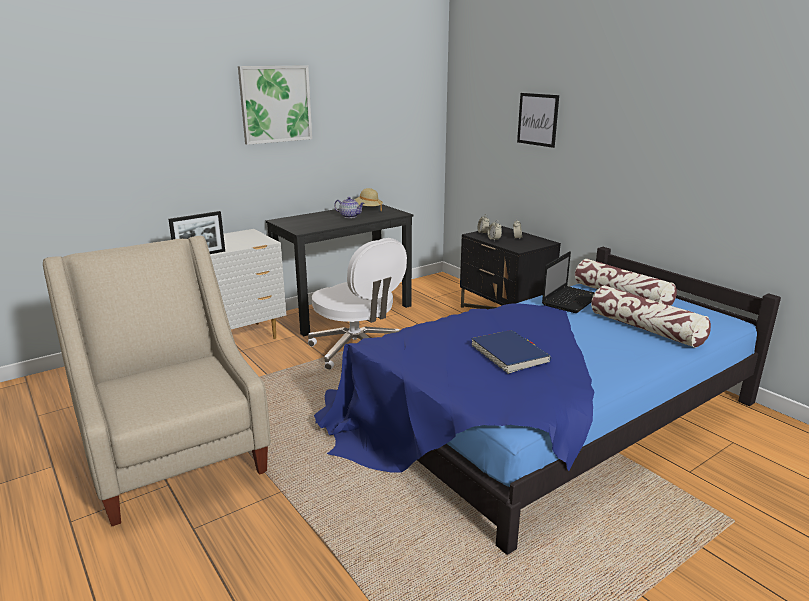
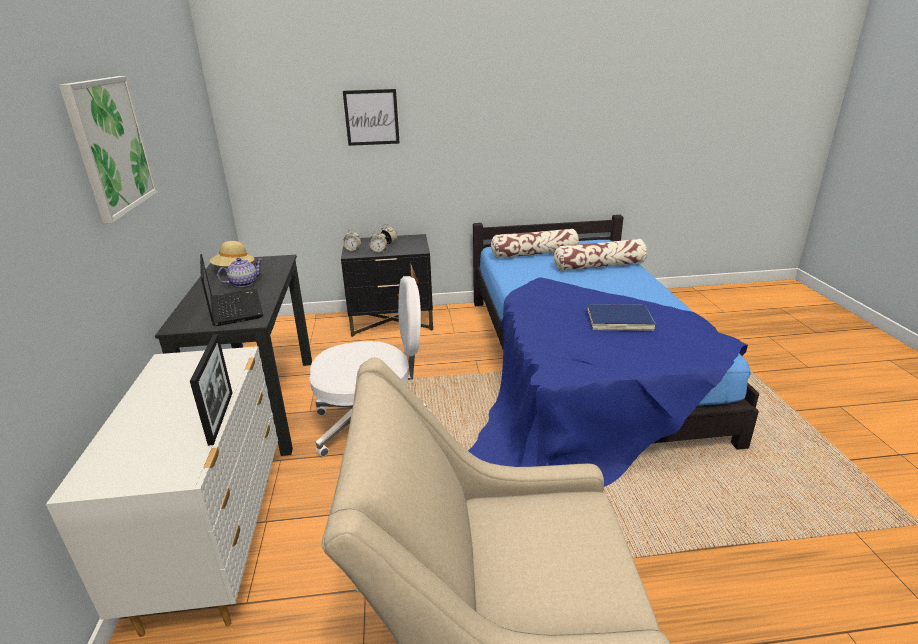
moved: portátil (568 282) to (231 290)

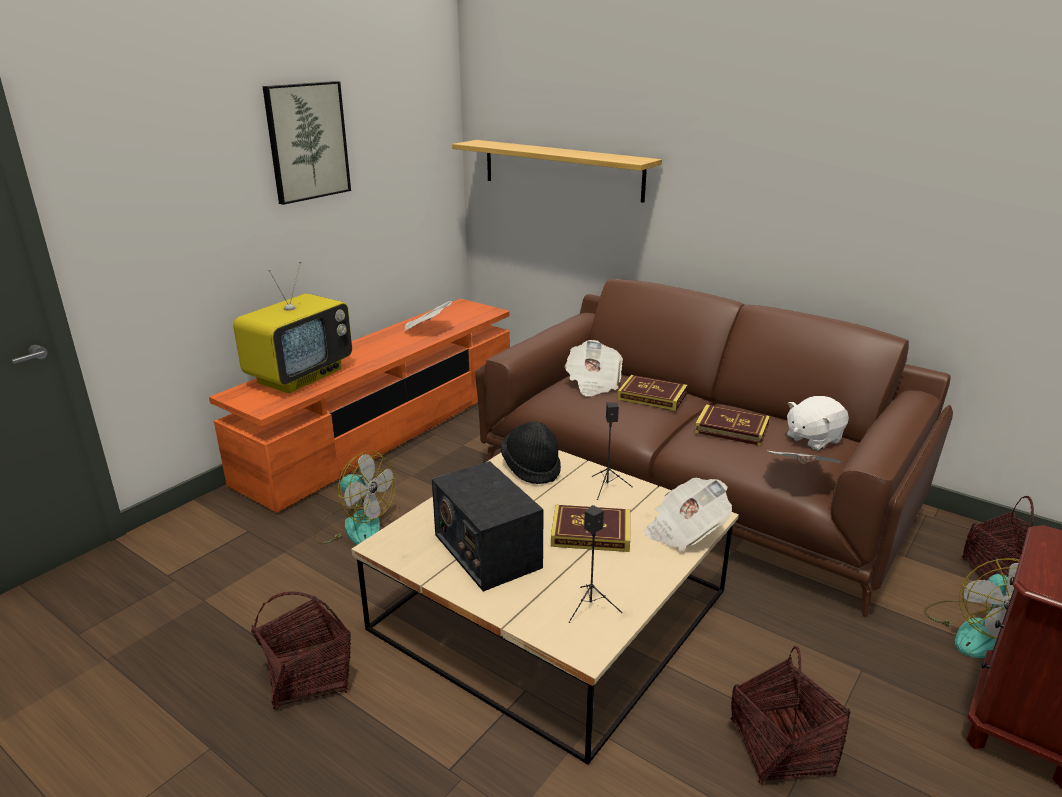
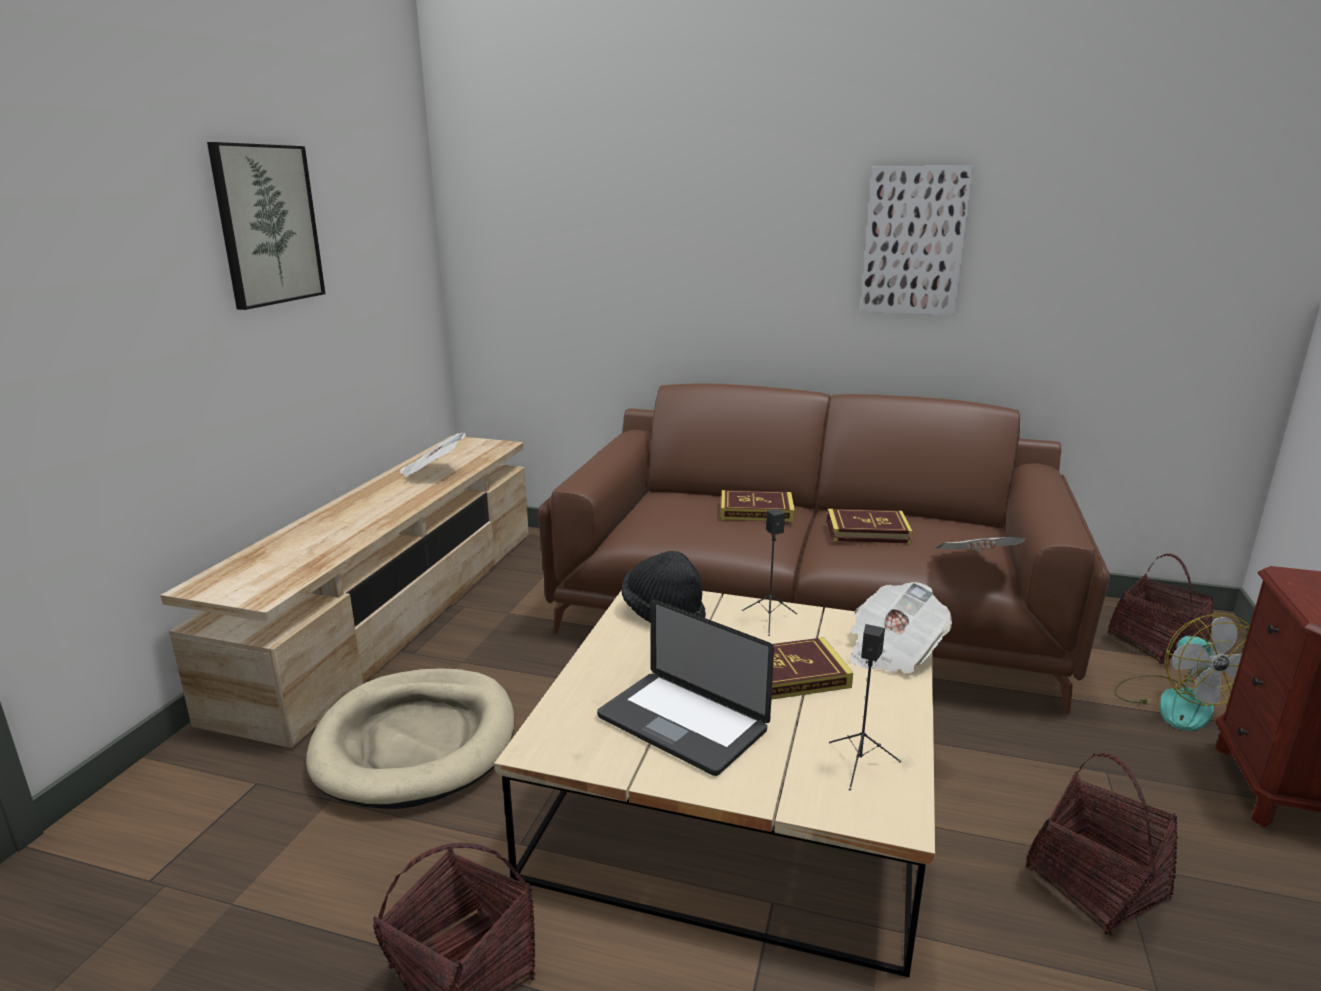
removed: televisor (292 327); estante (557 171); periódico (594 368); peluche (blanco) (818 423)
added: cuadro (917 241)
replaced: ventilador (354 498) to cama para perro (beis) (410 738); radio (488 526) to portátil (685 687)
recoloured: mueble de televisión (naranja) (359 405) to mueble de televisión (beis) (344 592)

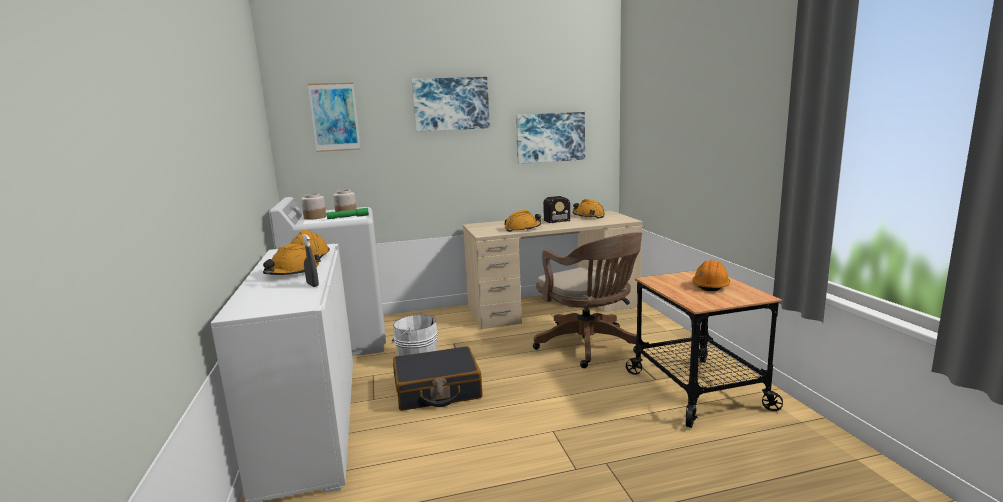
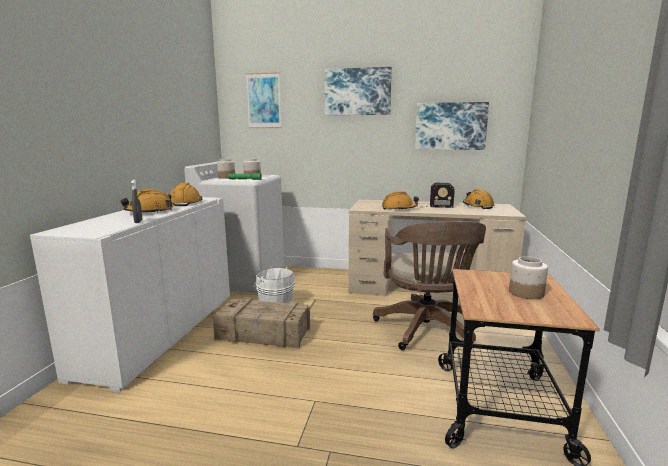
replaced: maleta (negro) (438 378) to caja de embalaje (261 323); casco (naranja) (711 275) to tarro (528 277)

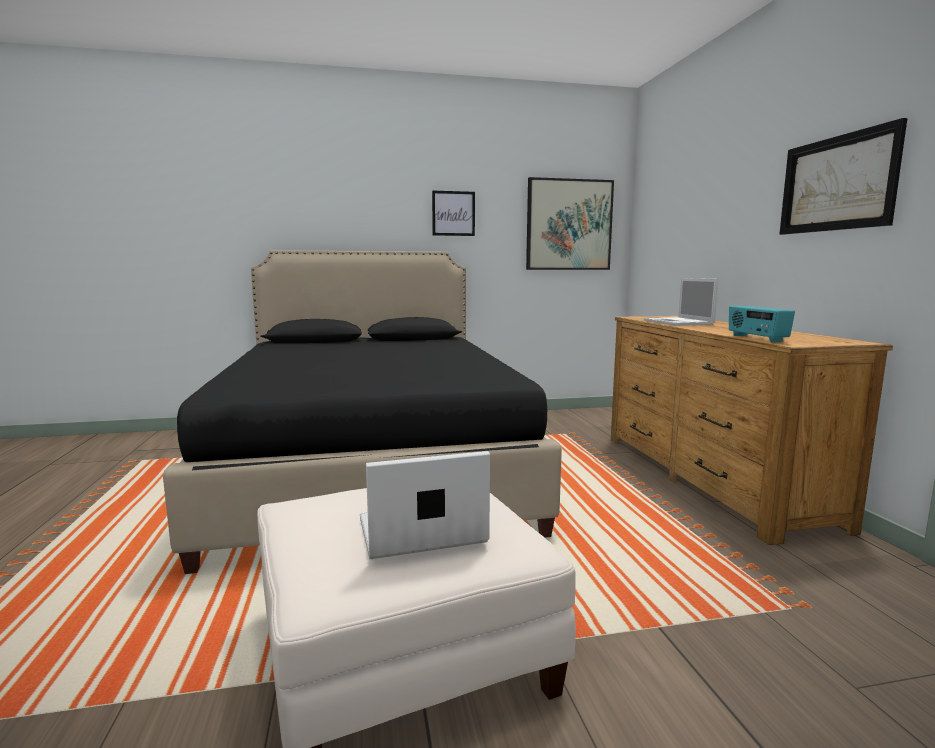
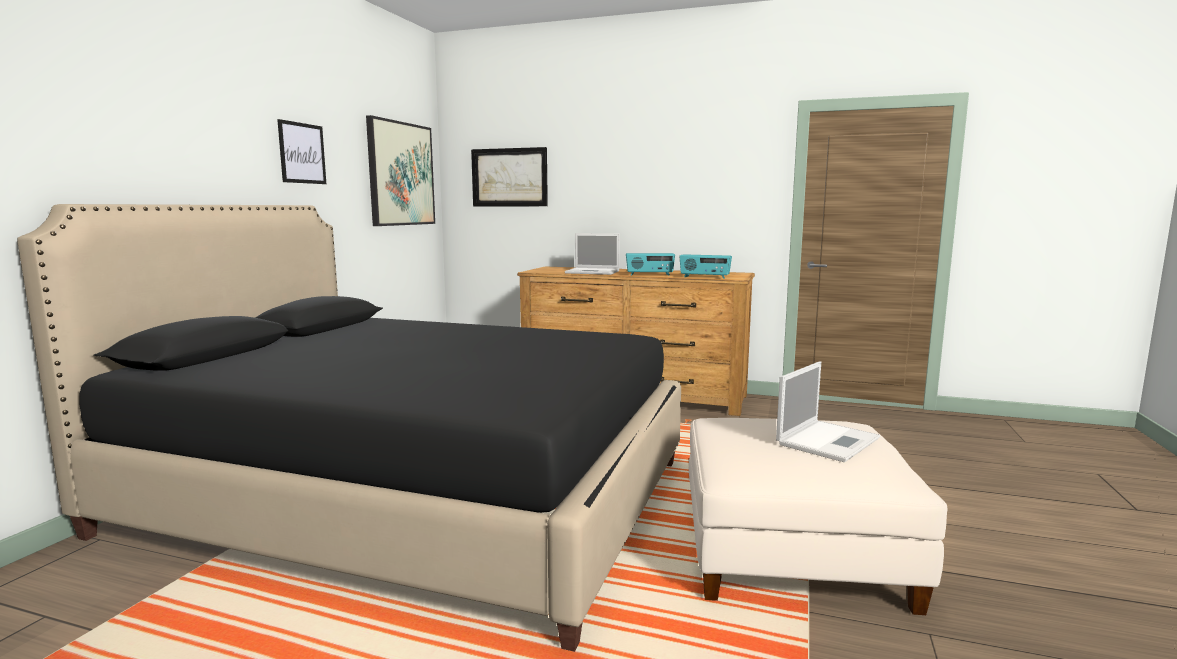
added: radio (650 264)
moved: cuadro (843 176) to (509 176)
turned: portátil (425 505) = (828 411) 150 degrees counterclockwise

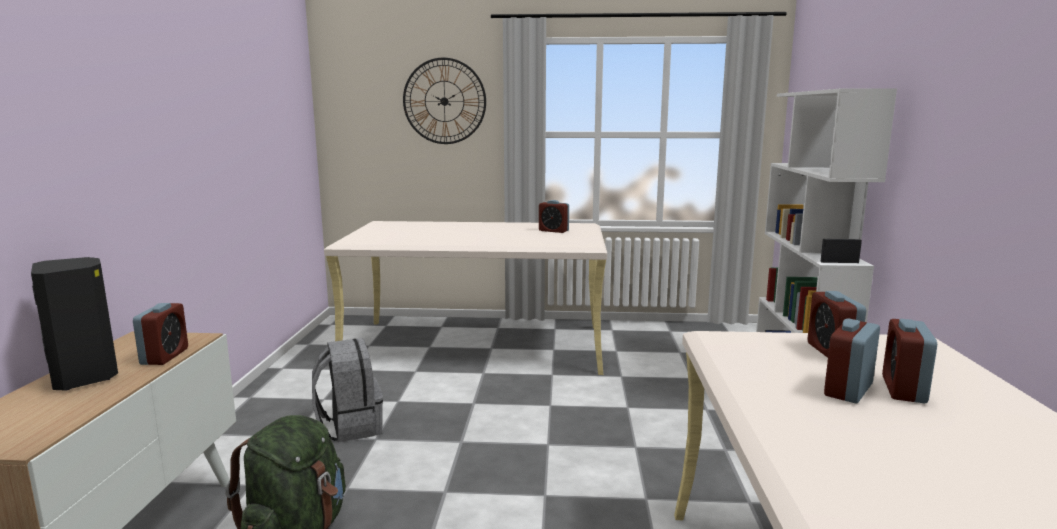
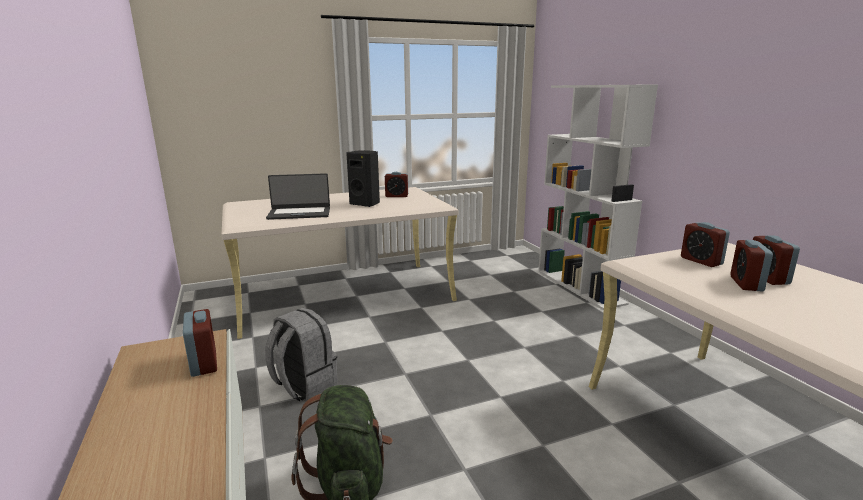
removed: reloj de pared (444 101)
added: portátil (298 196)
moved: altavoz (negro) (74 324) to (363 178)

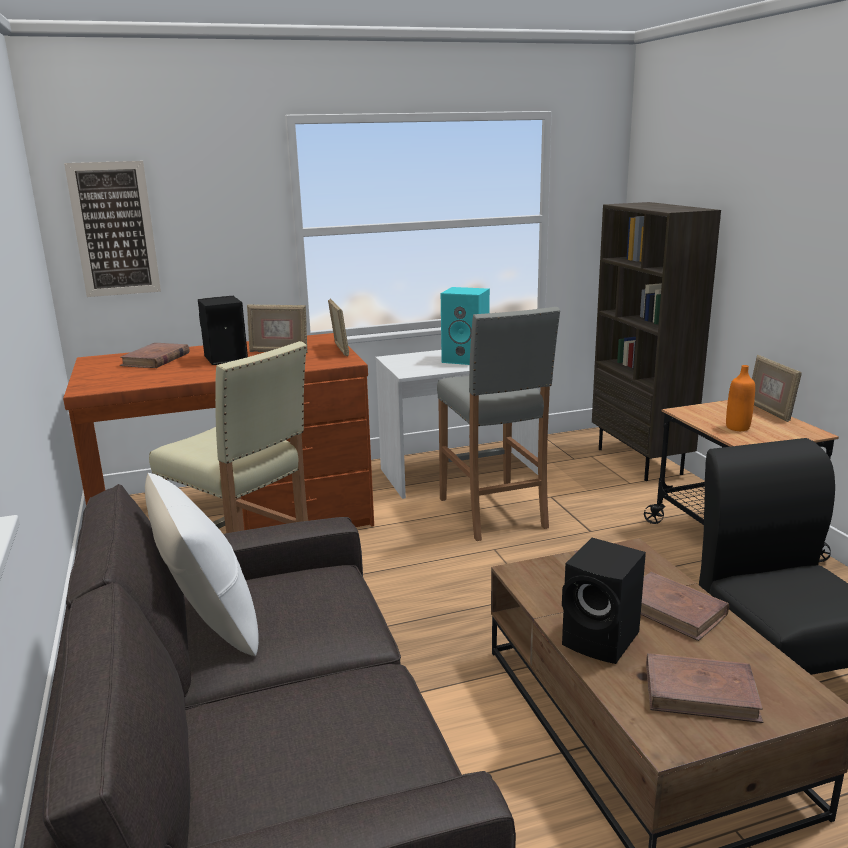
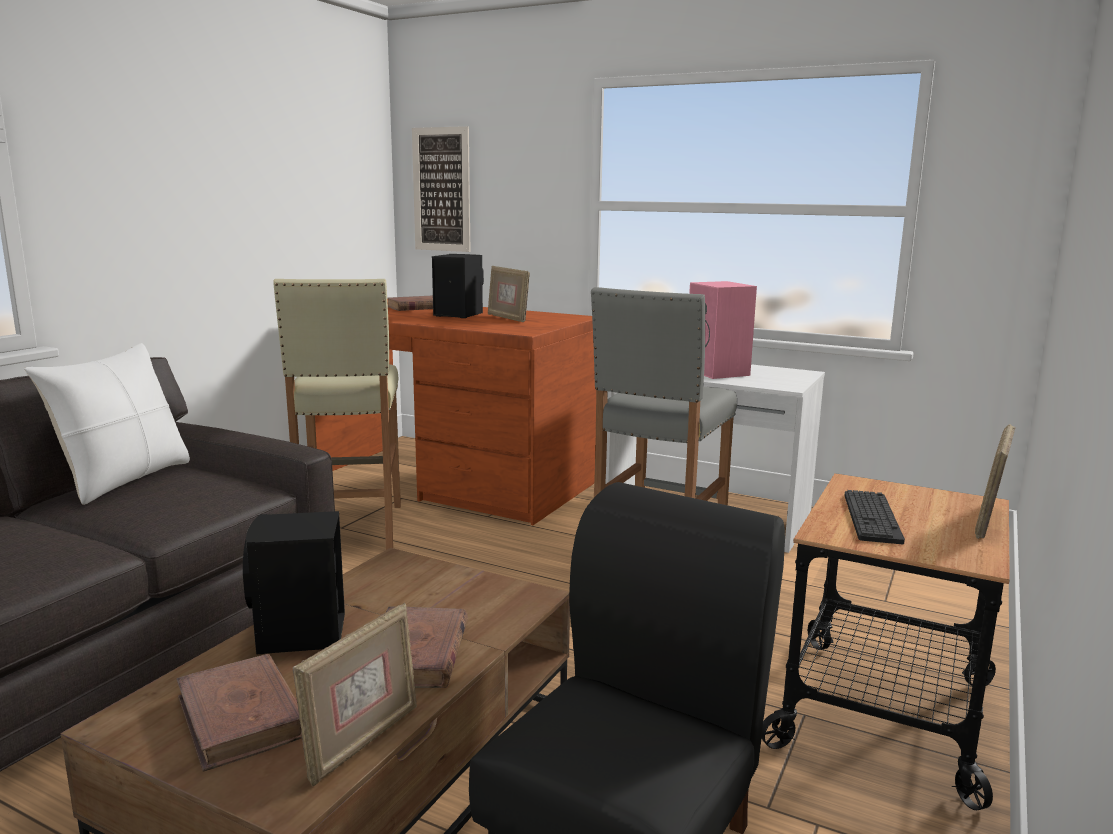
removed: estantería (marrón) (656 341)
moved: portarretratos (338 327) to (355 695)
replaced: botella (naranja) (740 398) to teclado (875 517)
recoloured: altavoz (turquesa) (465 326) to altavoz (rosa) (723 330)

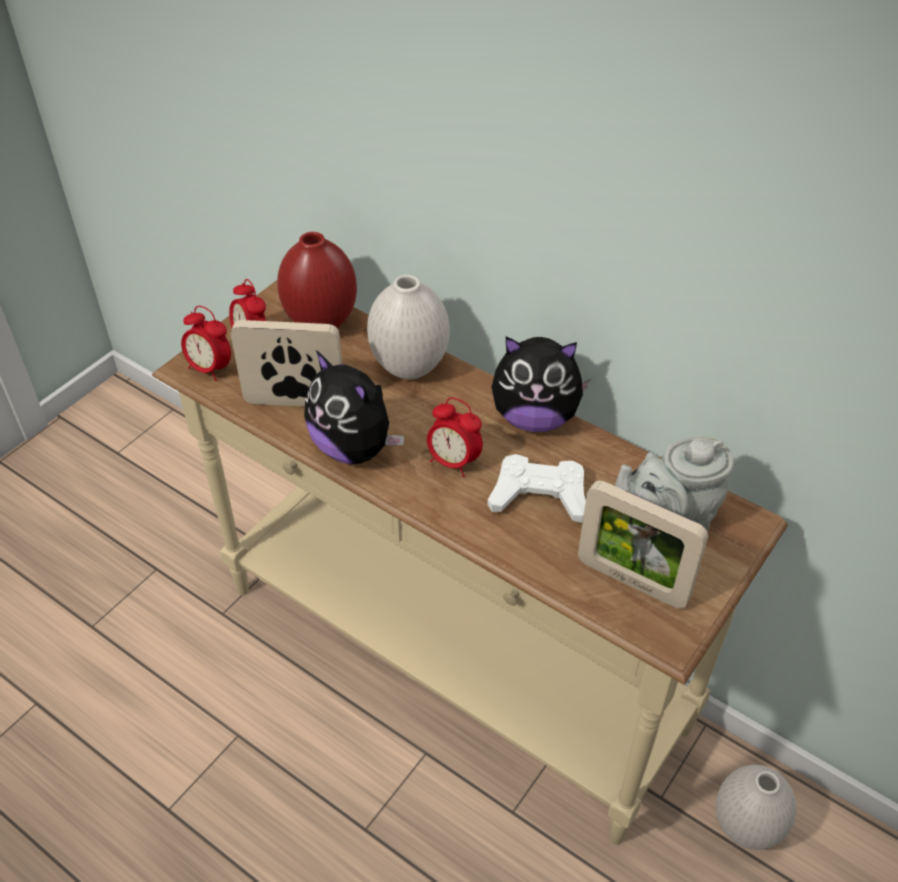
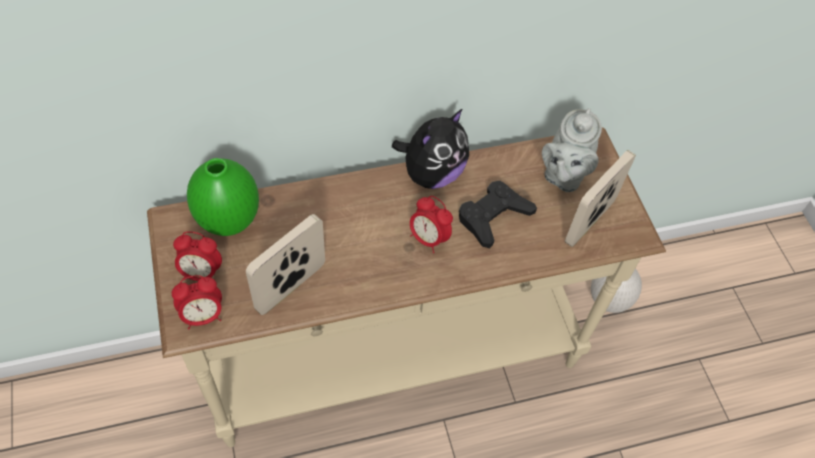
removed: peluche (354 407); florero (blanco) (408 327)
recoloured: florero (rojo) (317 280) to florero (verde) (223 197); mando de consola (blanco) (537 488) to mando de consola (negro) (498 215)
turned: despertador (455 437) = (431 224) 60 degrees clockwise; portarretratos (643 544) = (600 198) 150 degrees clockwise

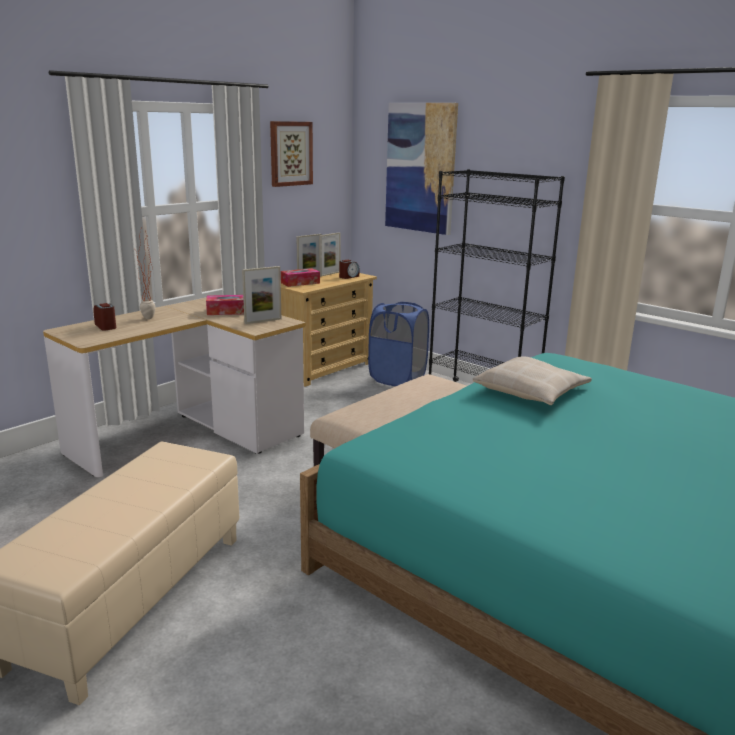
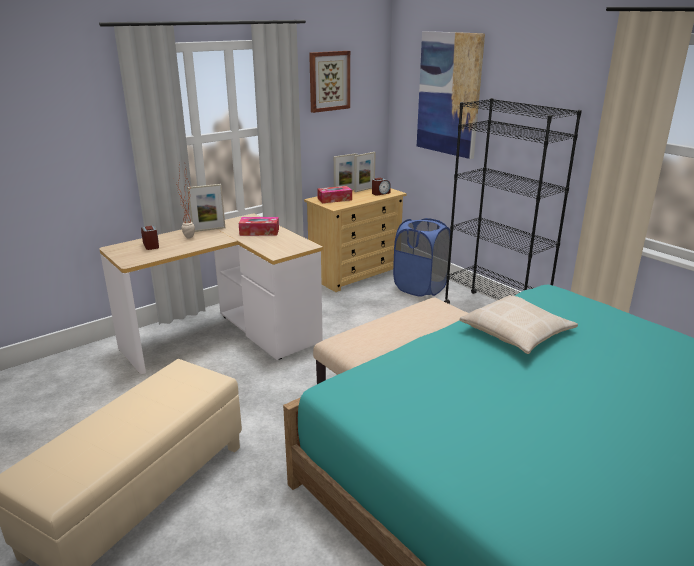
moved: portarretratos (261 295) to (206 208)

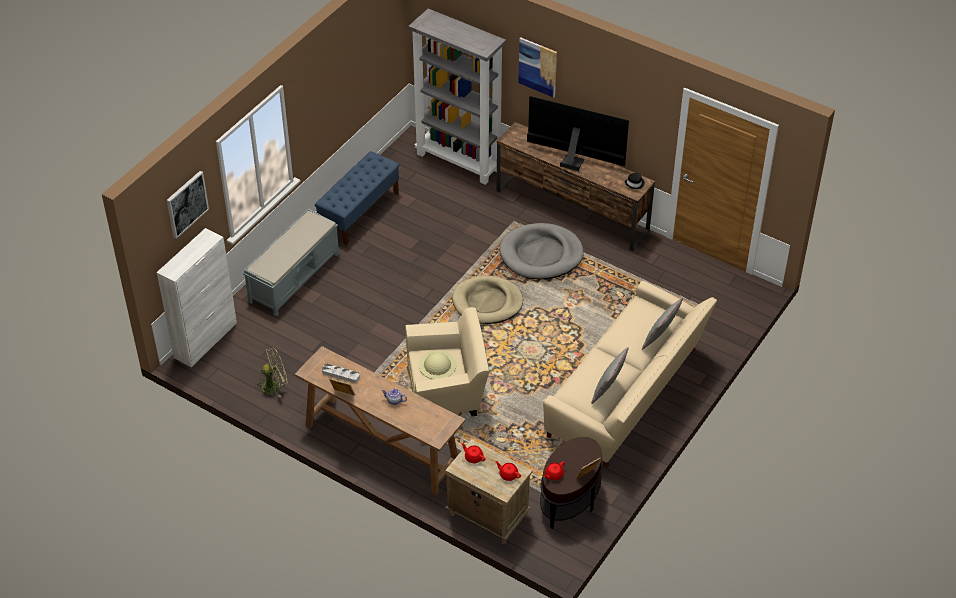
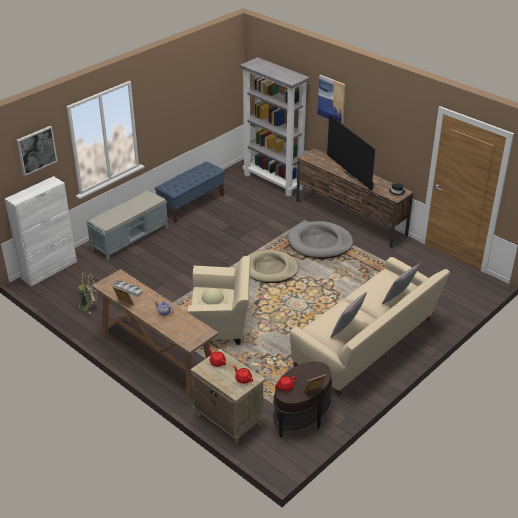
turned: televisor (578 133) = (351 152) 150 degrees counterclockwise

